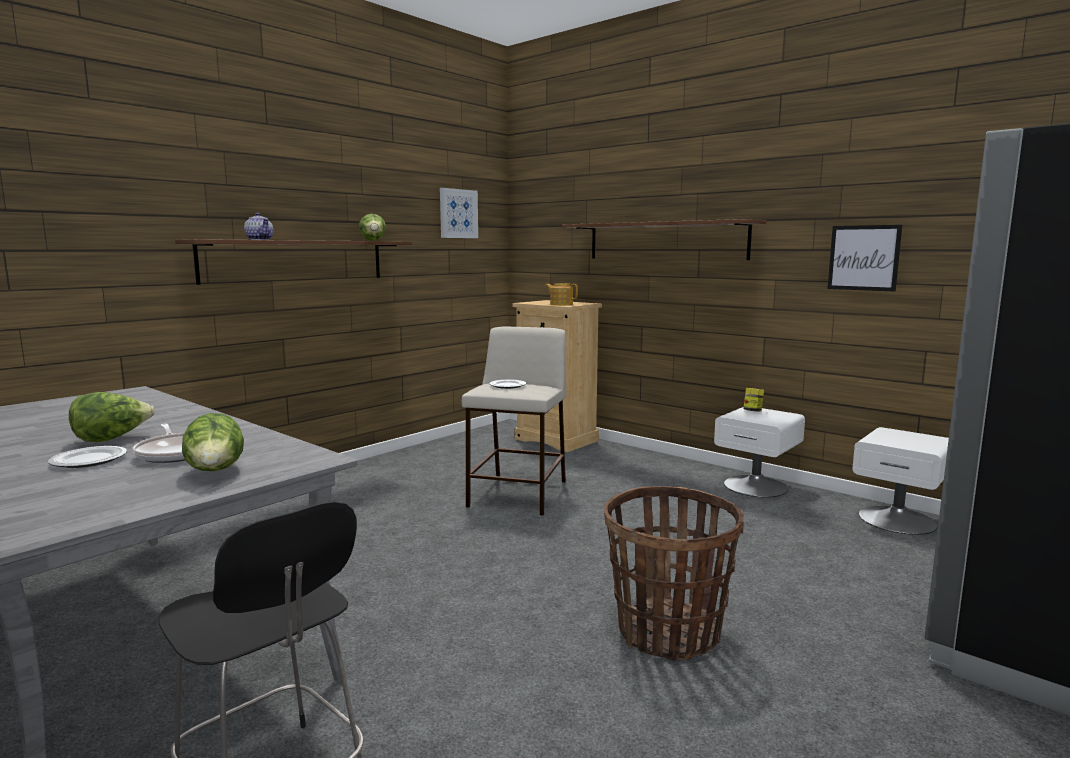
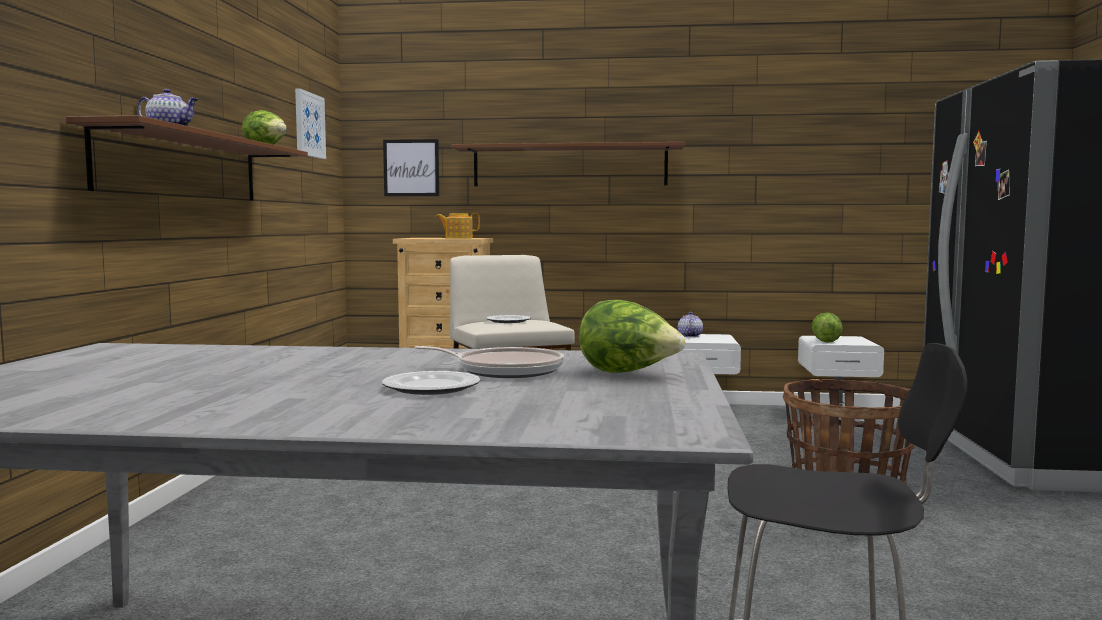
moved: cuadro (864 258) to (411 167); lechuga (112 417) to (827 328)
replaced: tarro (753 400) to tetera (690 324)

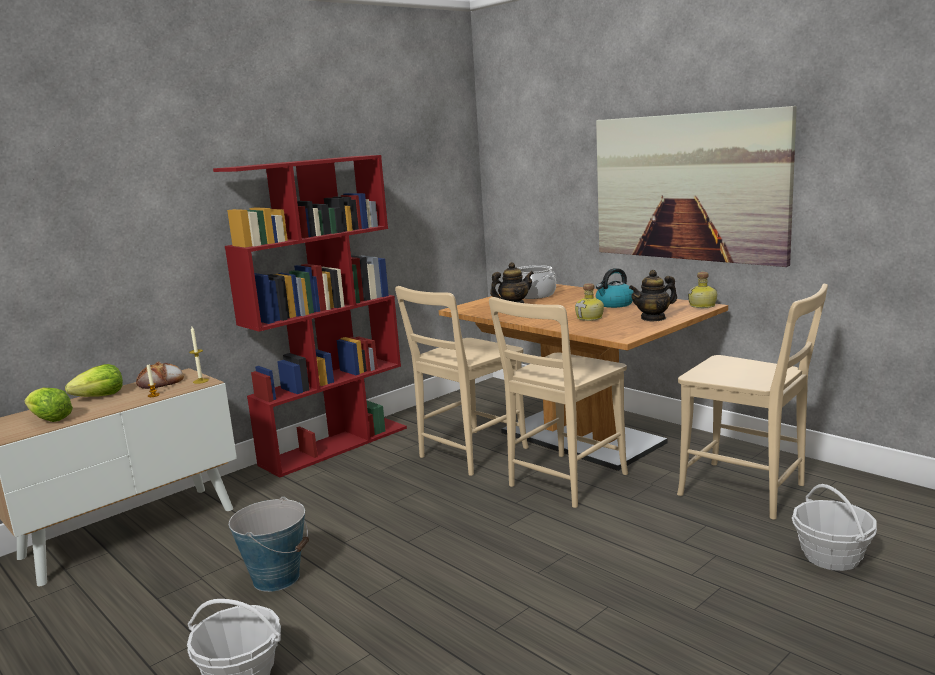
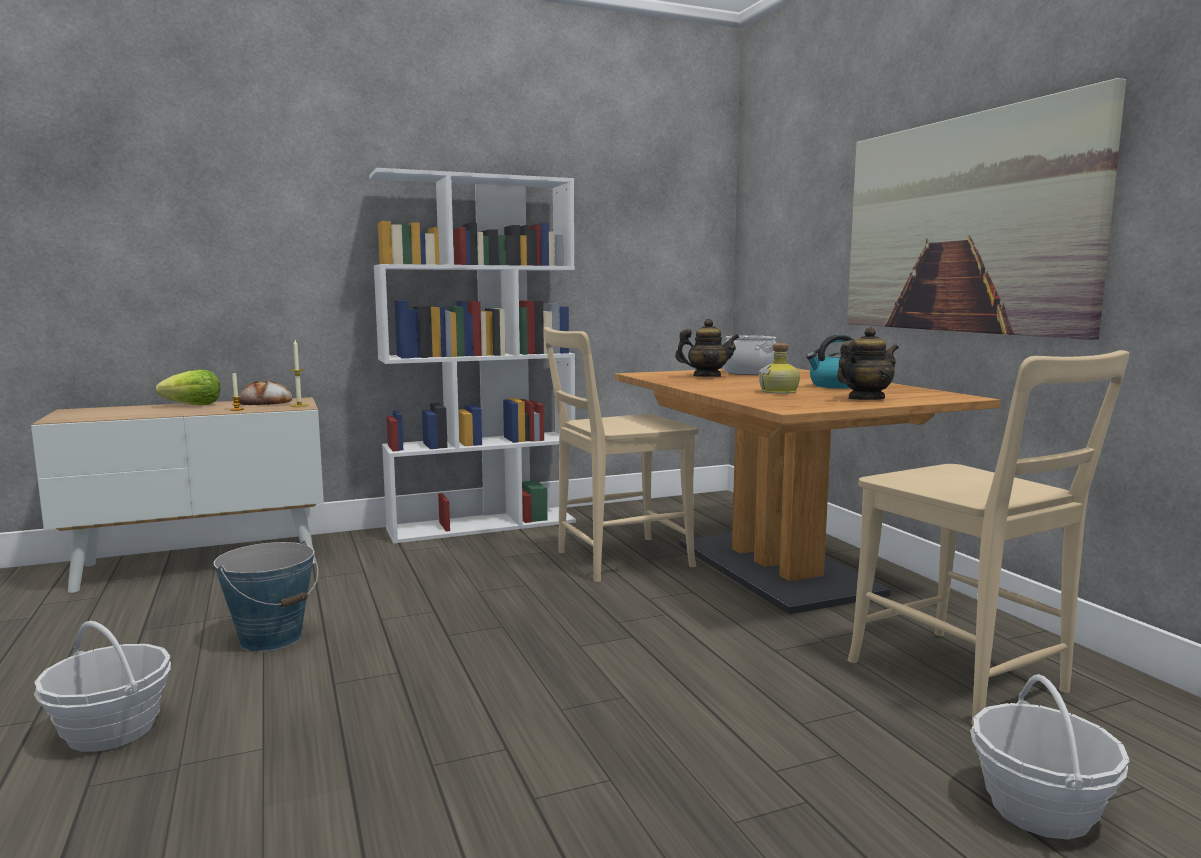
removed: lechuga (48 405); silla (beis) (558 402); botella (702 290)
recoloured: estantería (rojo) (310 316) to estantería (blanco) (472 356)
turned: tetera (653 296) = (868 363) 150 degrees clockwise

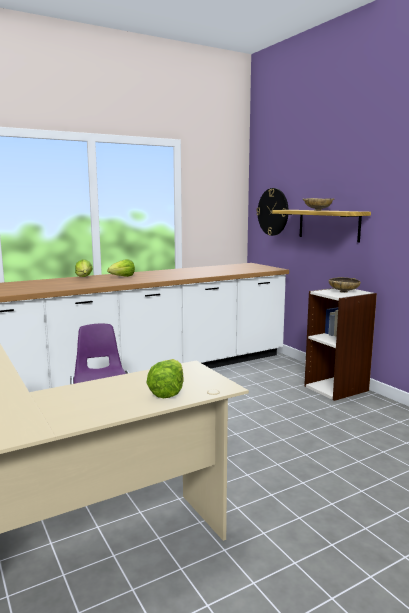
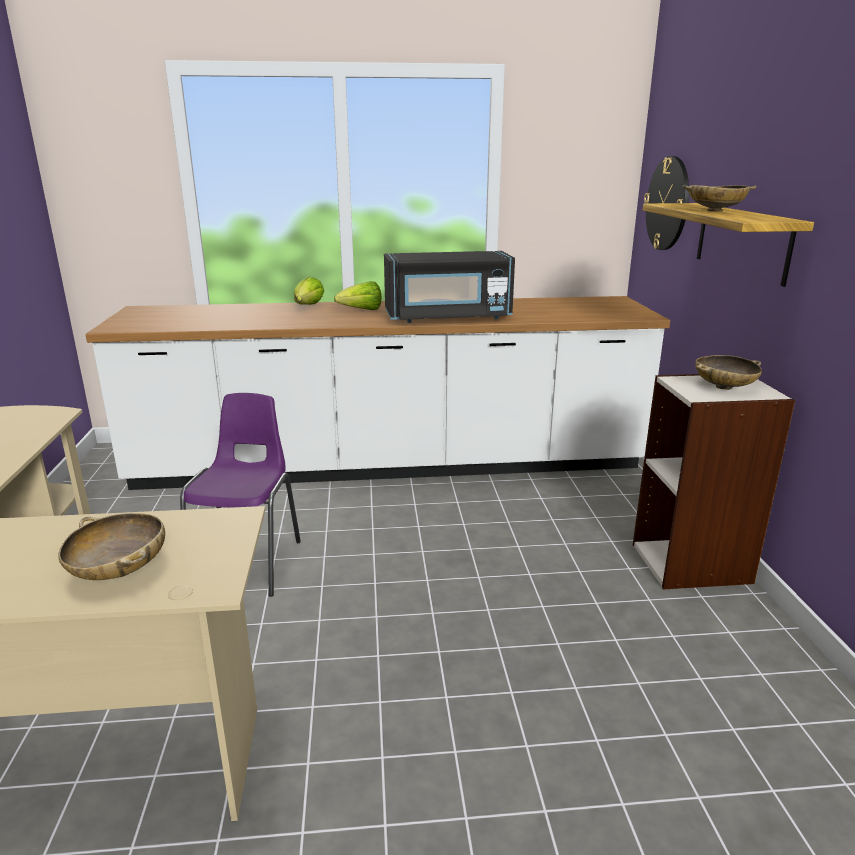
added: microondas (negro) (449 287)
replaced: lechuga (165 378) to cuenco (beis) (111 546)

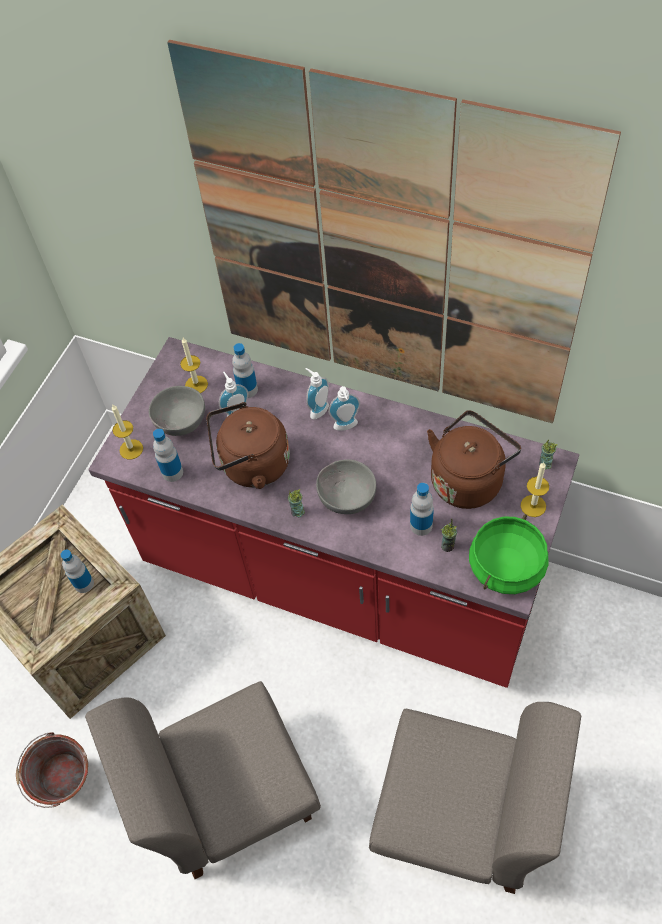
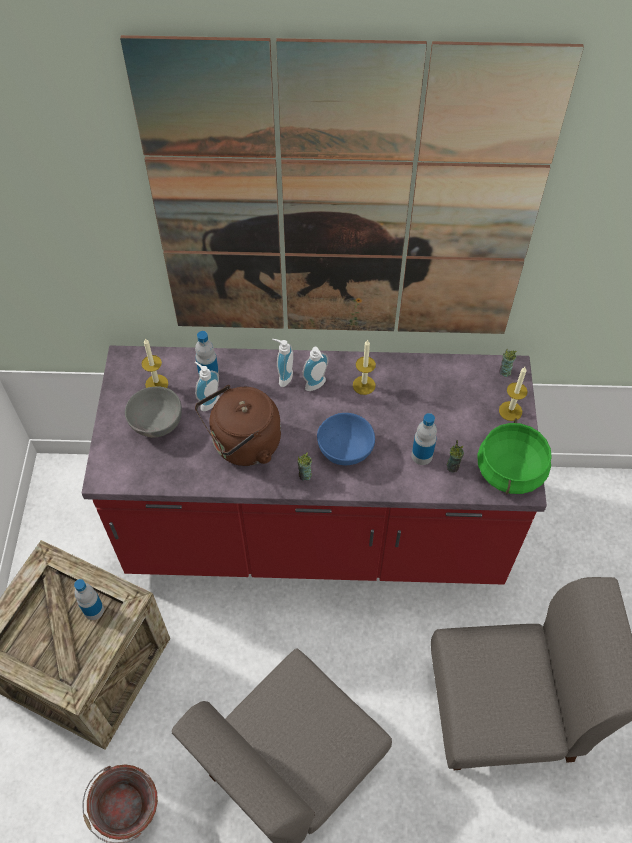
removed: botella (168 455); hervidor (marrón) (474 459)
moved: vela (127 432) to (364 367)
recoloured: cuenco (gris) (346 486) to cuenco (azul) (346 439)

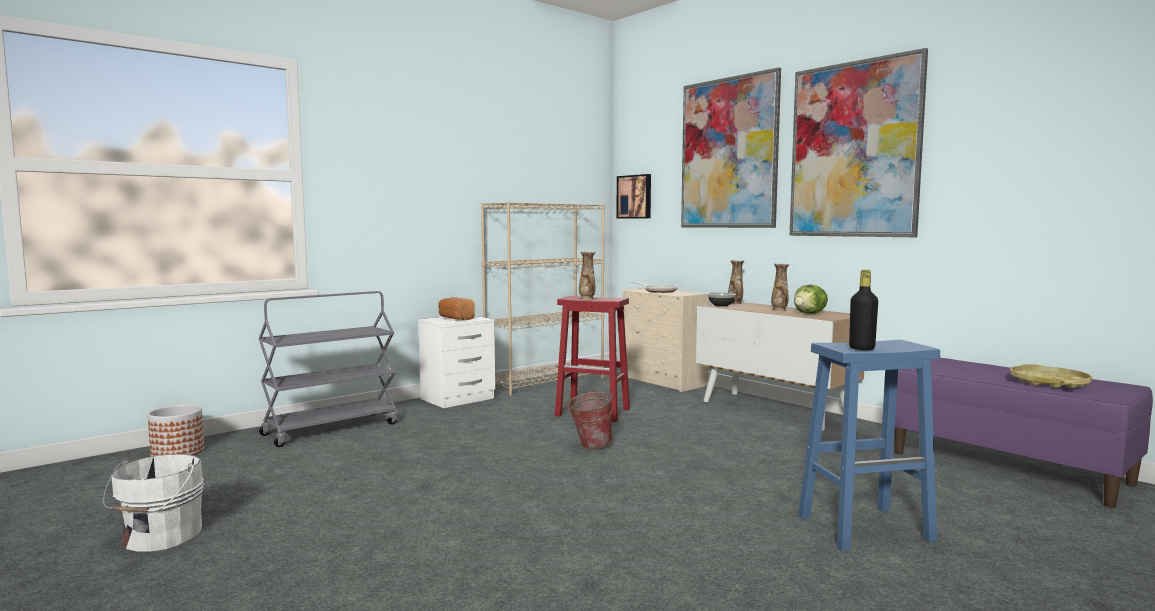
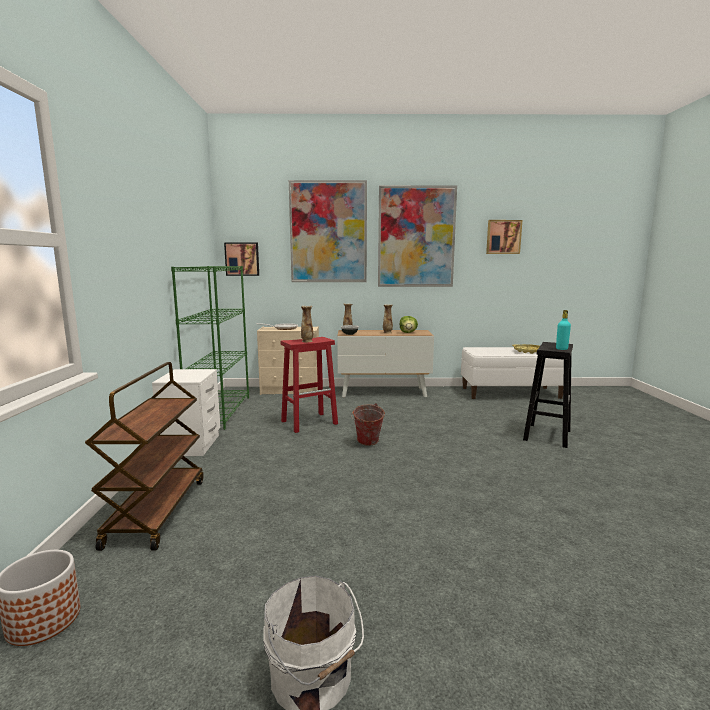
removed: pan (456 308)
added: cuadro (504 237)
recoloured: carrito (gris) (328 369) to carrito (marrón) (144 456); estantería (beis) (543 299) to estantería (verde) (210 348); banco (morado) (1023 433) to banco (blanco) (512 373); taburete (azul) (869 445) to taburete (negro) (548 395); botella (negro) (863 310) to botella (turquesa) (563 330)

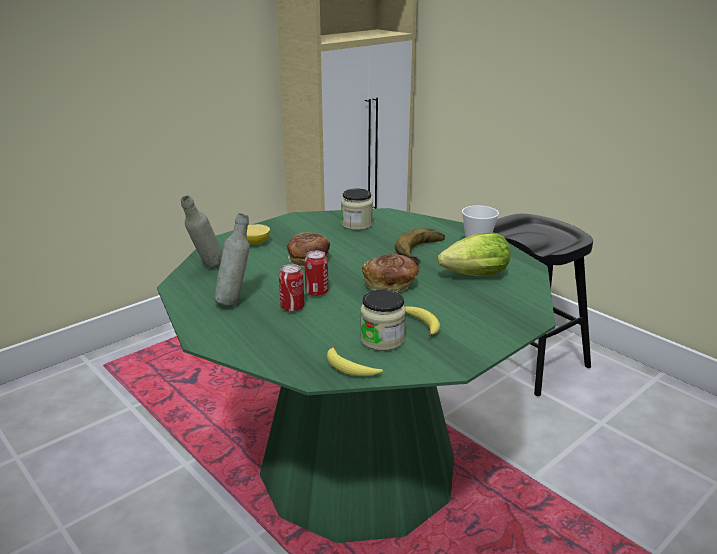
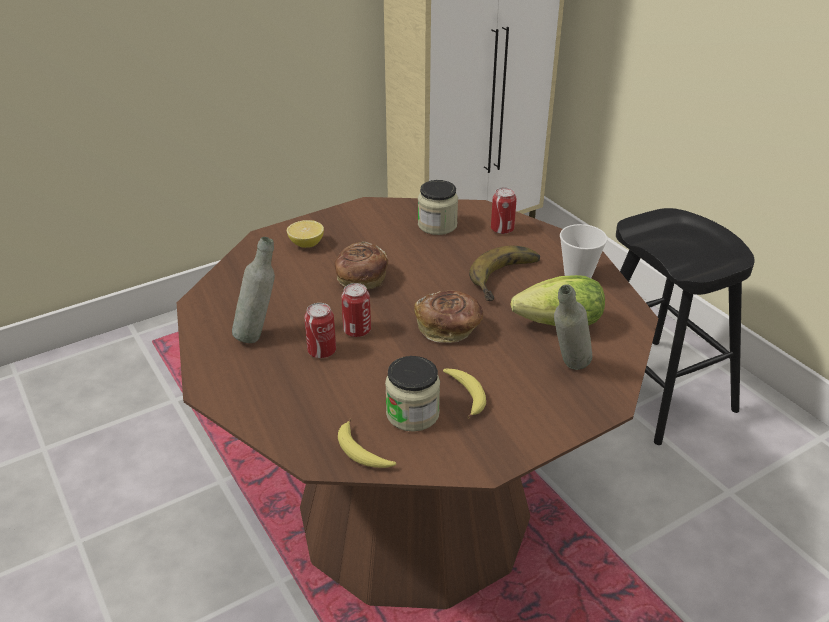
added: lata (504 210)
moved: botella (gris) (202 231) to (573 327)
recoloured: mesa de comedor (verde) (356 375) to mesa de comedor (marrón) (417 403)

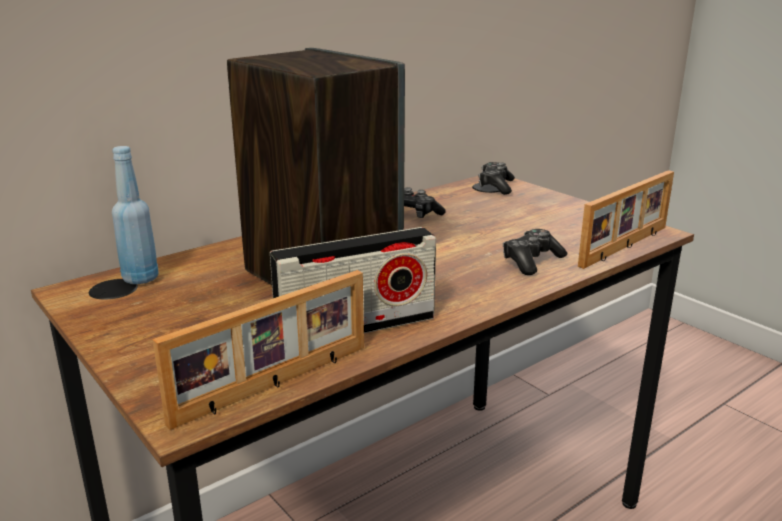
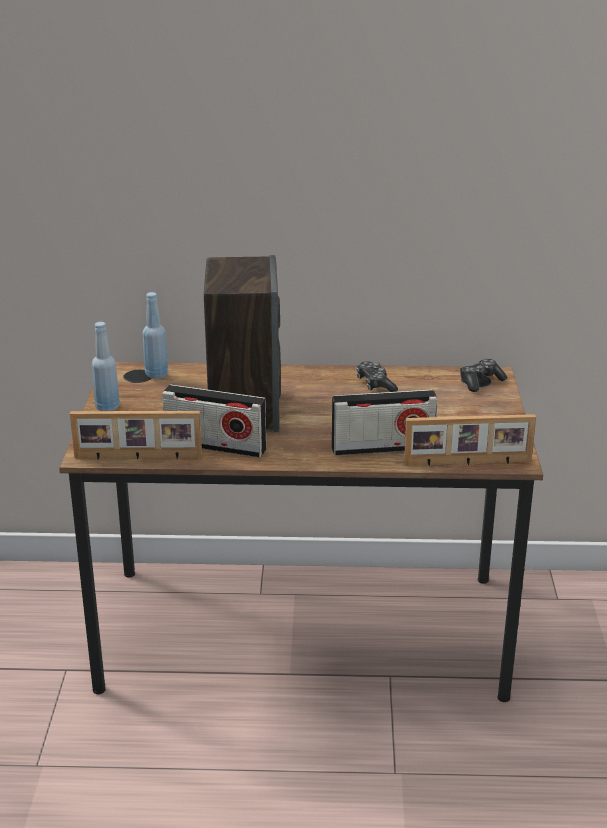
added: botella (azul) (106 366)
replaced: mando de consola (535 252) to radio (385 423)

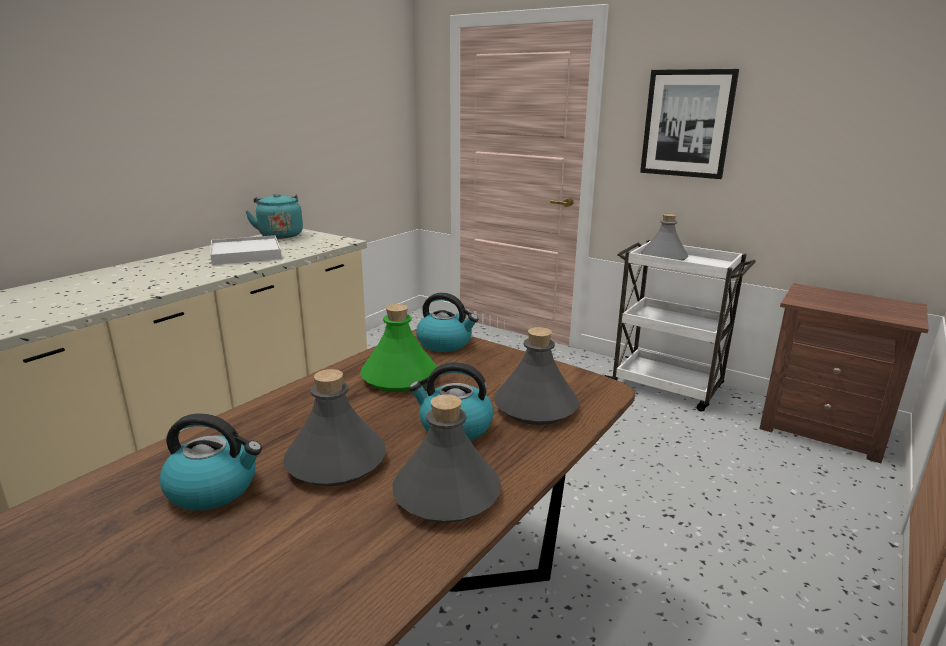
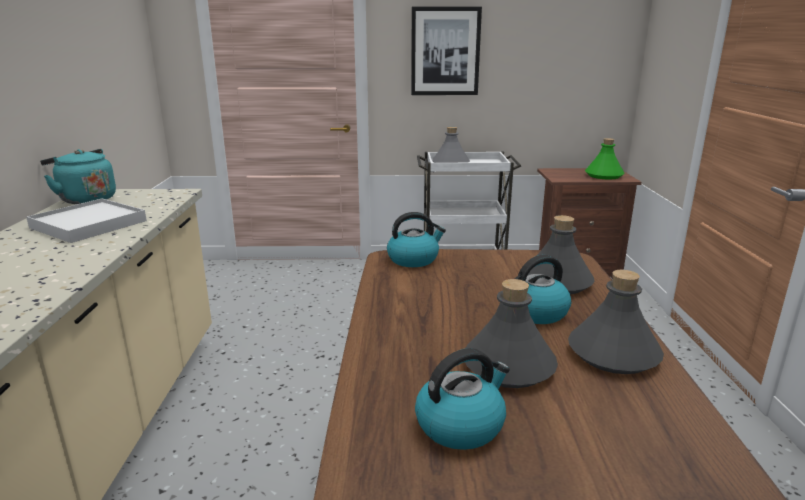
moved: botella (verde) (398 348) to (605 159)

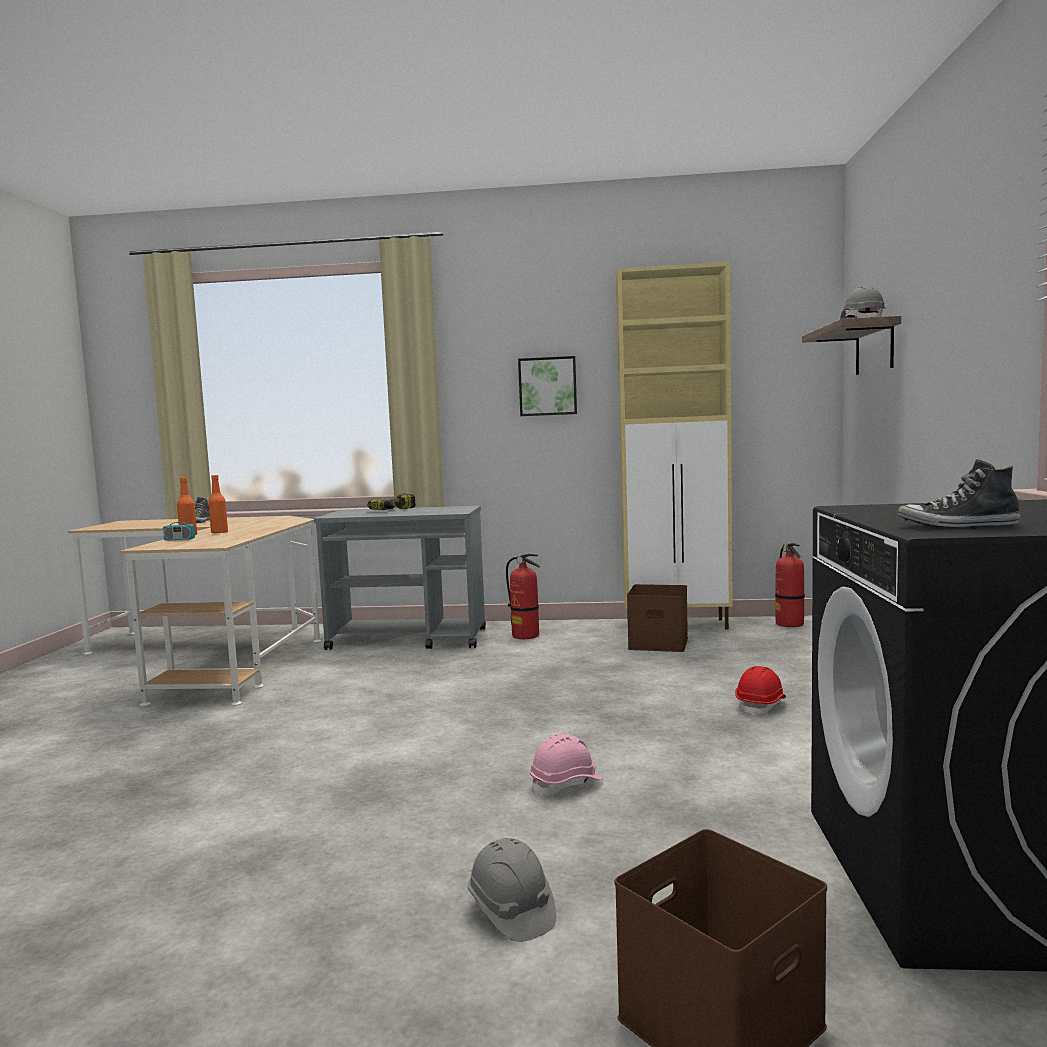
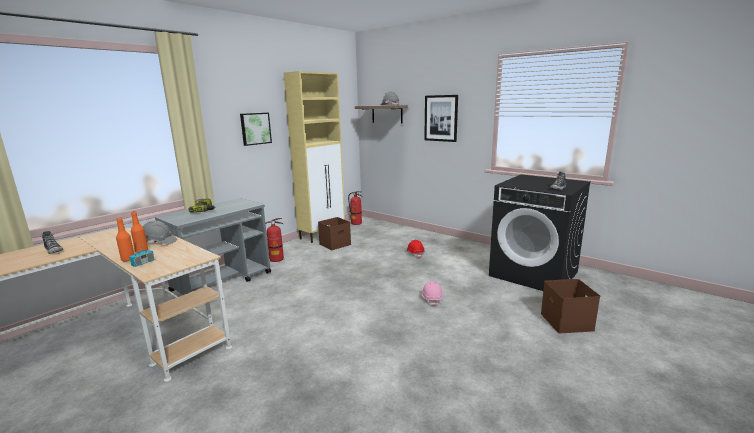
added: cuadro (441 118)
moved: casco (gris) (511 890) to (160 233)

